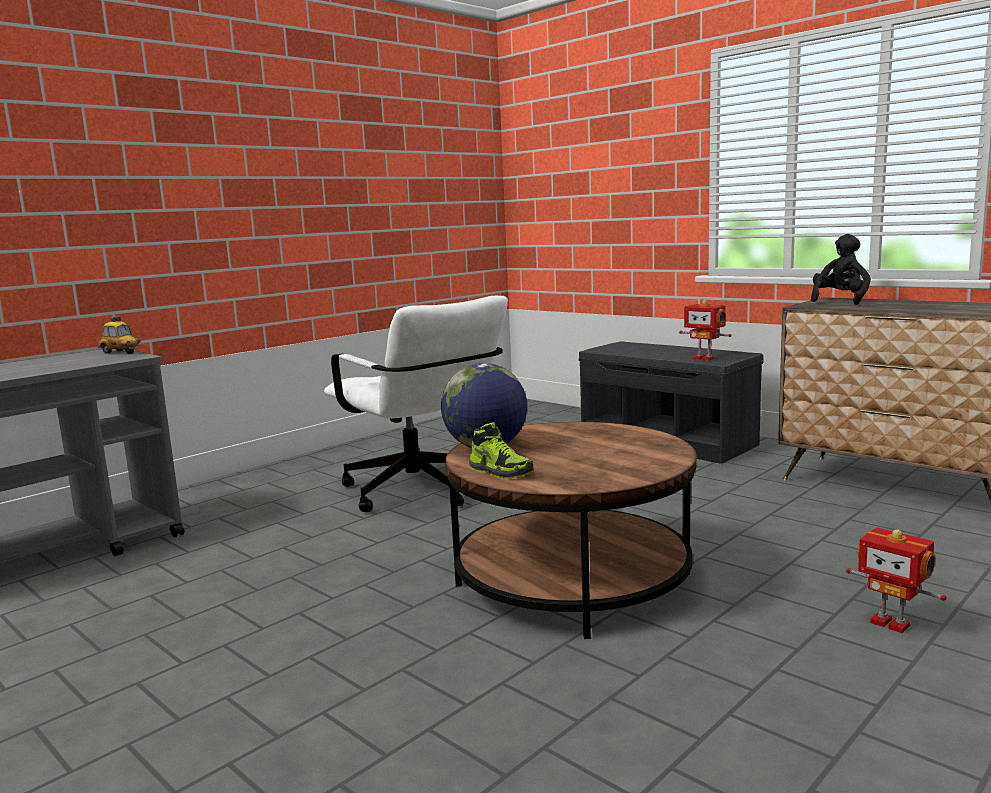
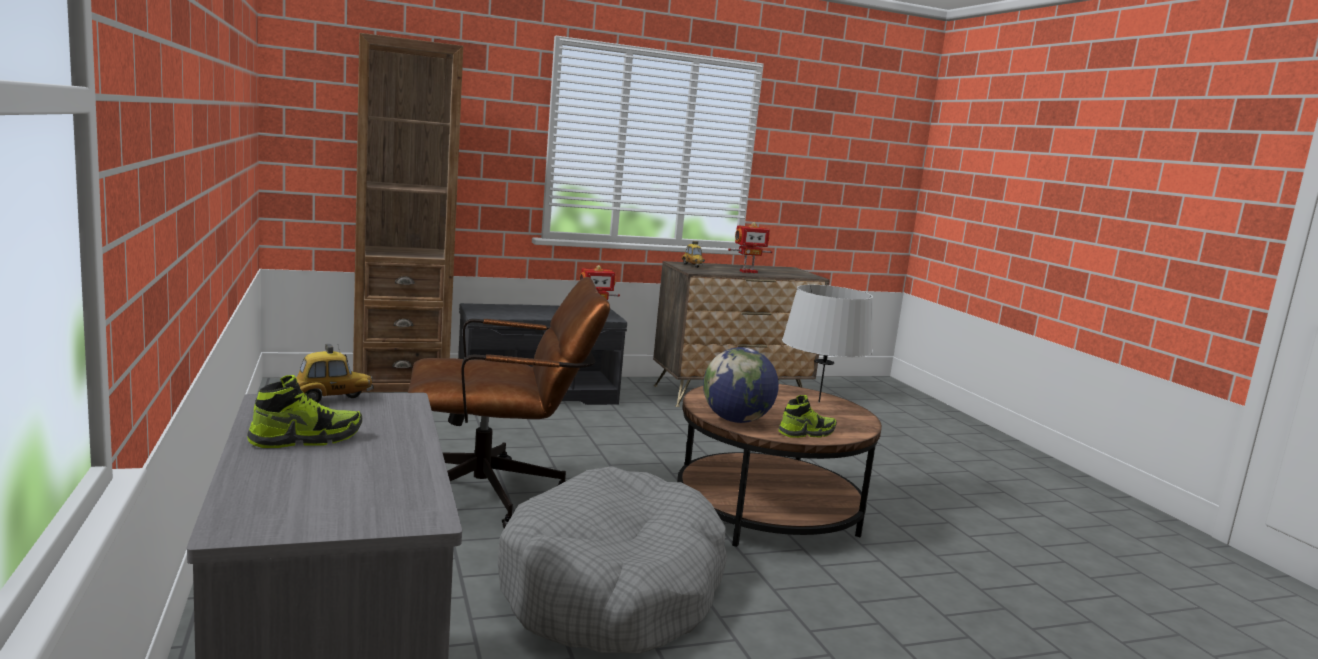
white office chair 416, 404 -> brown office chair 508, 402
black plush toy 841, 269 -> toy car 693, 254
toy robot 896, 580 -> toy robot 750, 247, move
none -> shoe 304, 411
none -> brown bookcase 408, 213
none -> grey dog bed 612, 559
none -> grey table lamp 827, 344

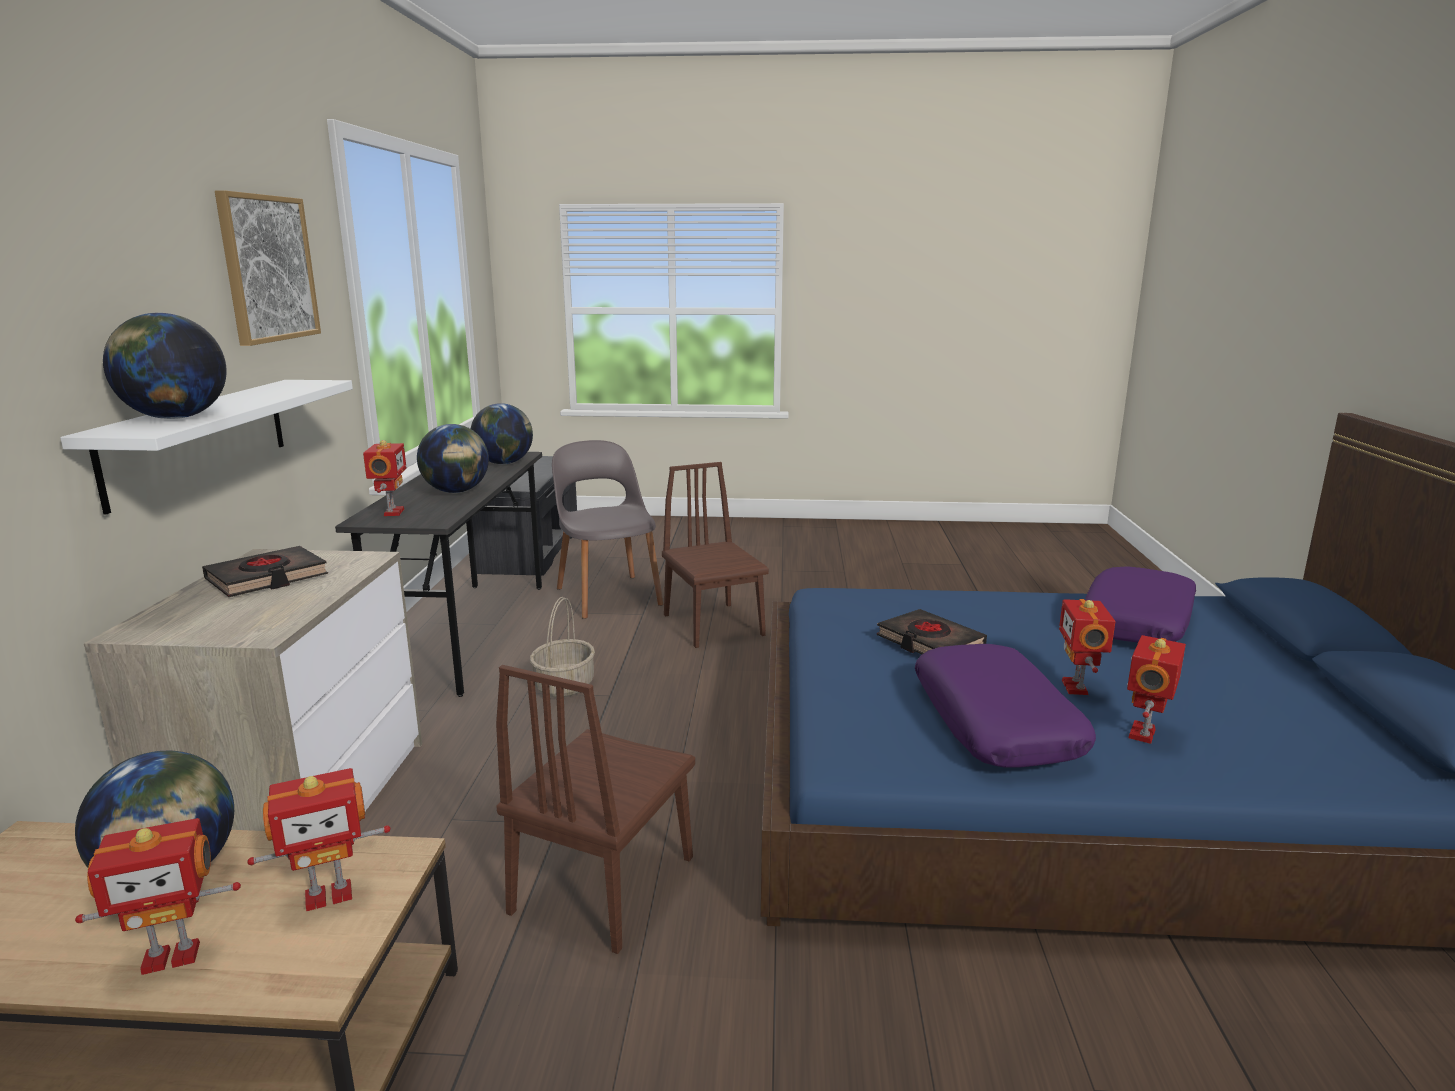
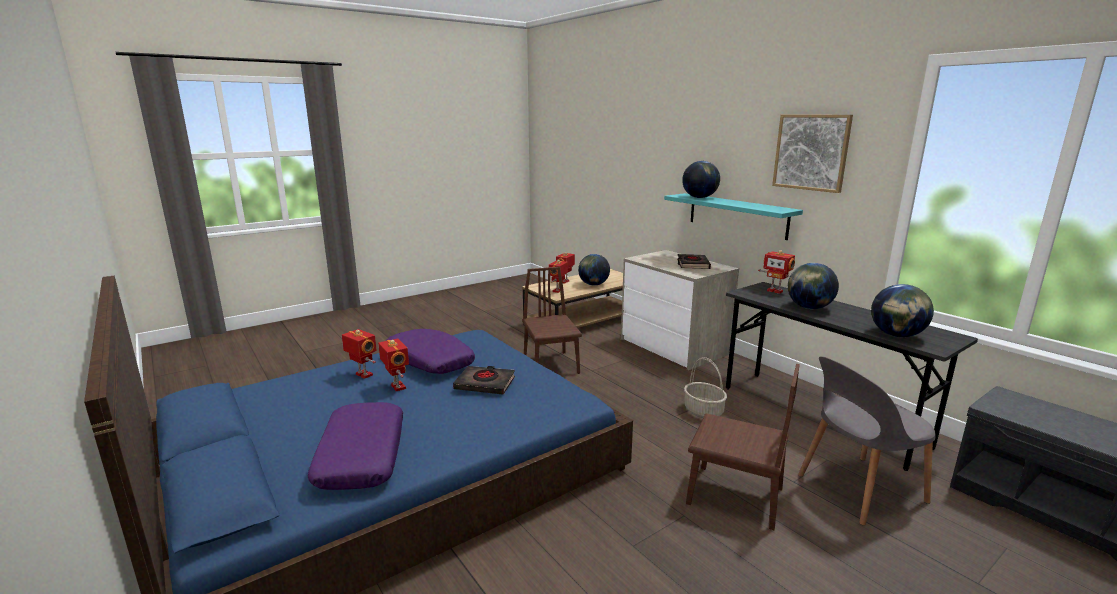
white shelf 206, 447 -> turquoise shelf 733, 216
grey chair 607, 529 -> grey chair 867, 440, 135 degrees clockwise
toy robot 1156, 689 -> toy robot 359, 354, 45 degrees counterclockwise

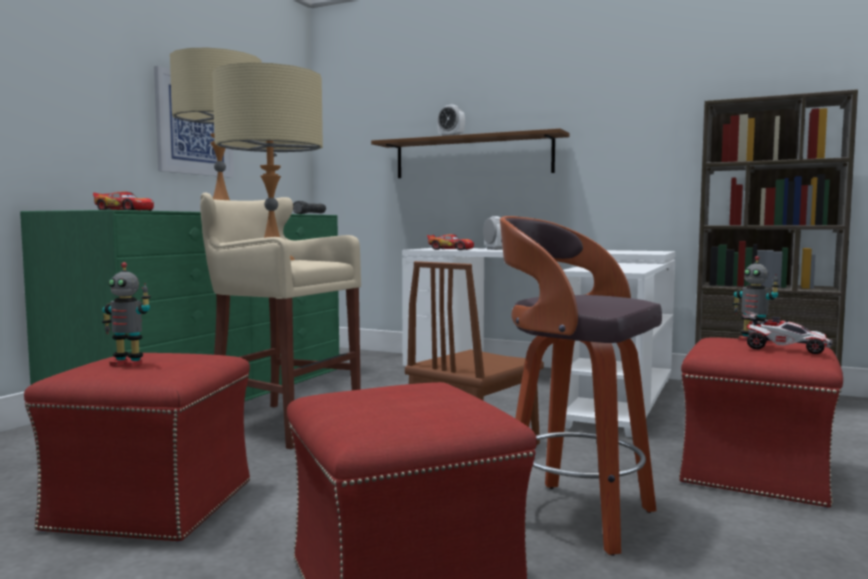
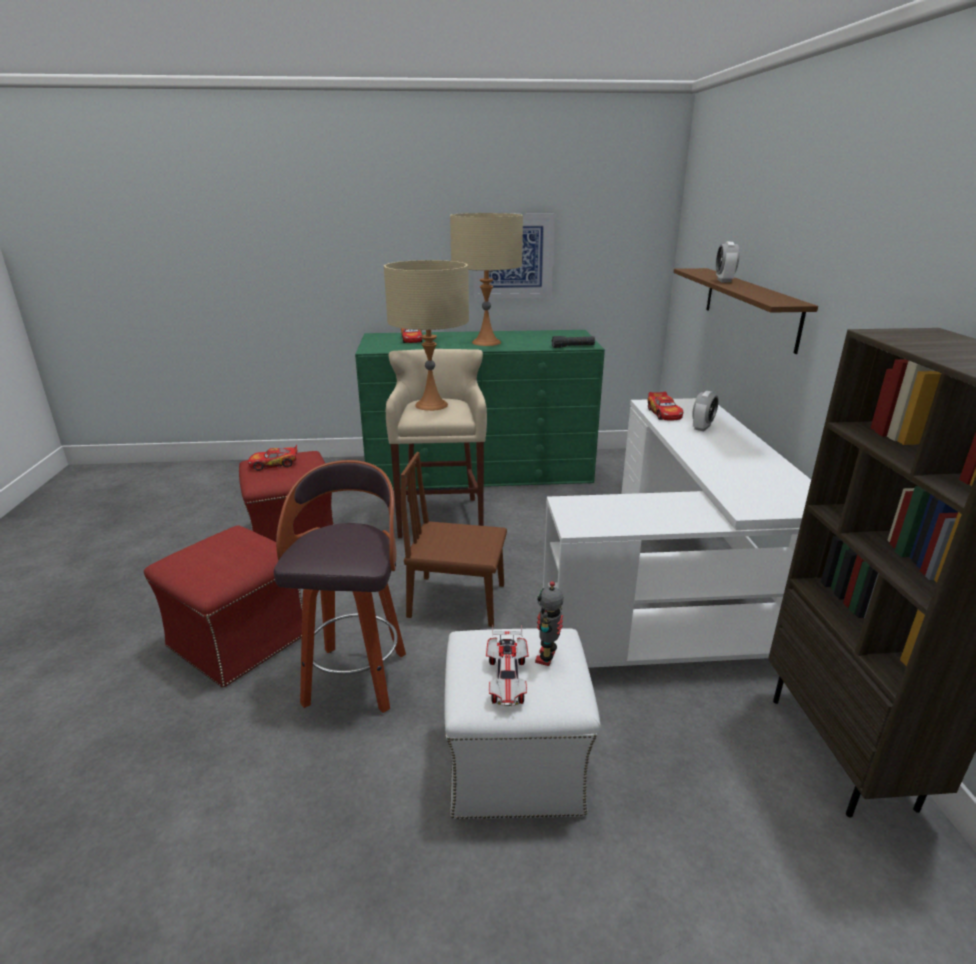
toy robot 126, 314 -> toy car 273, 458
red ottoman 761, 423 -> white ottoman 522, 723

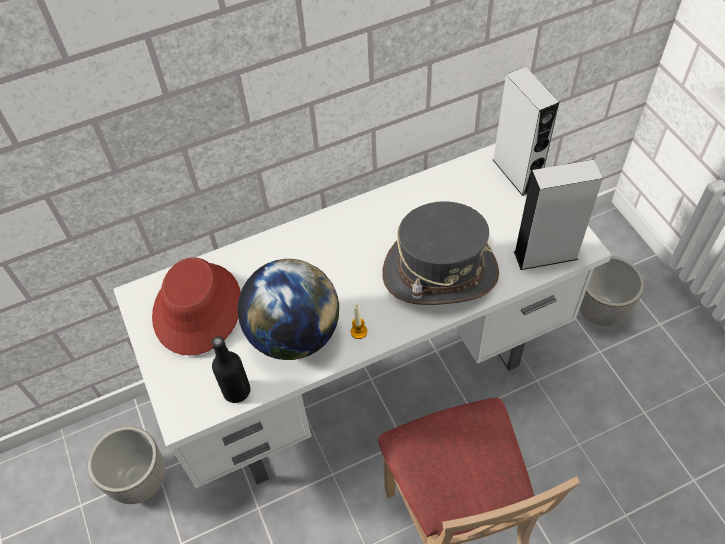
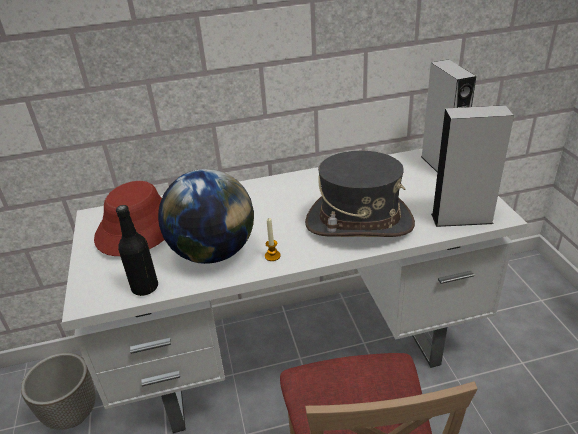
planter 611, 291 -> none

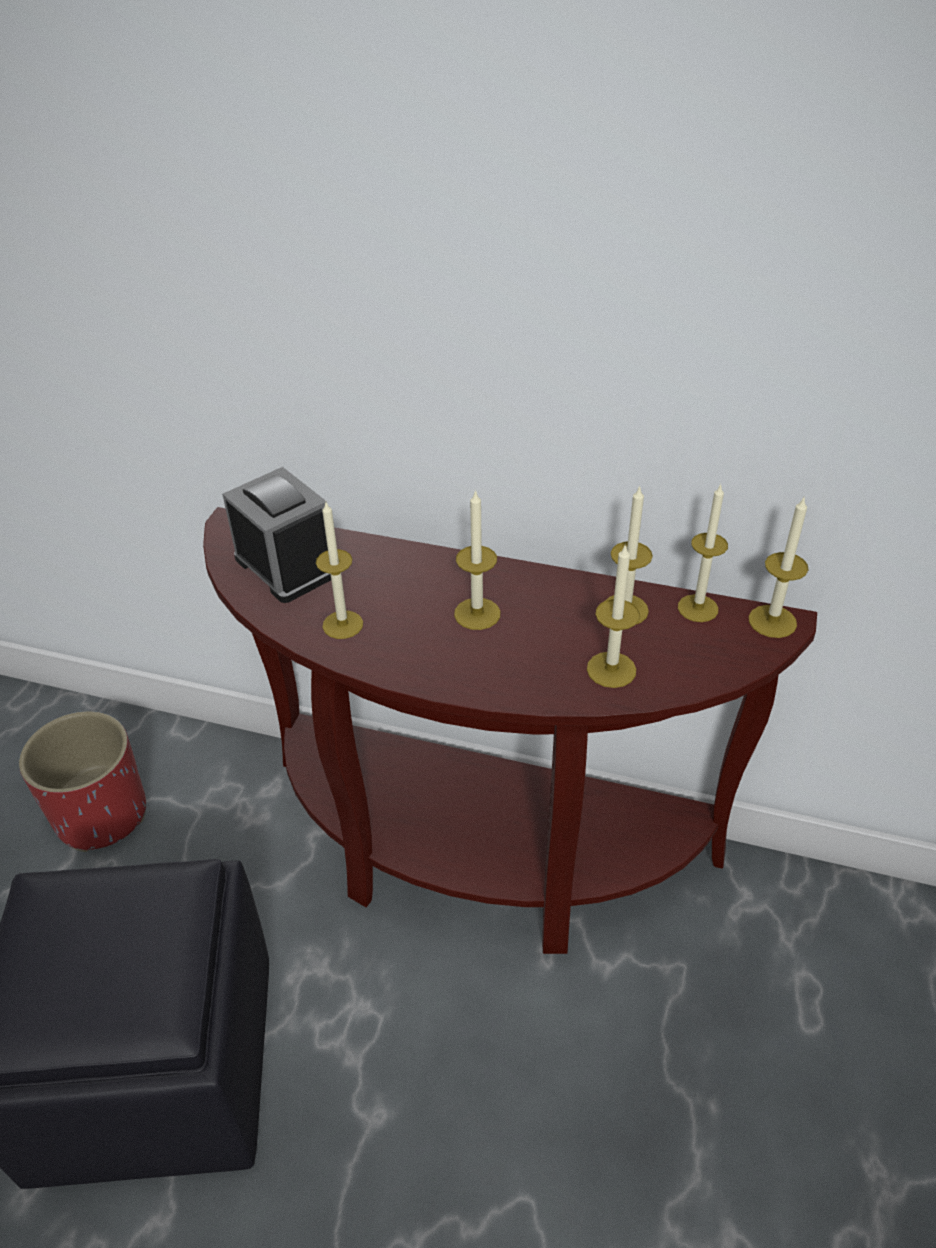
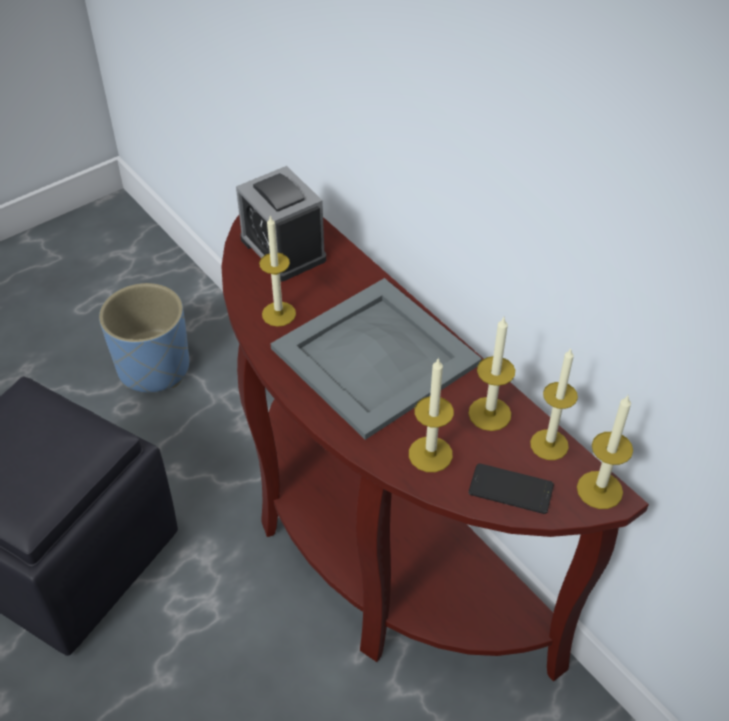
red planter 82, 781 -> blue planter 144, 337
alarm clock 276, 535 -> alarm clock 281, 224, 150 degrees clockwise
candle 477, 559 -> grey tray 376, 359
none -> phone 511, 489

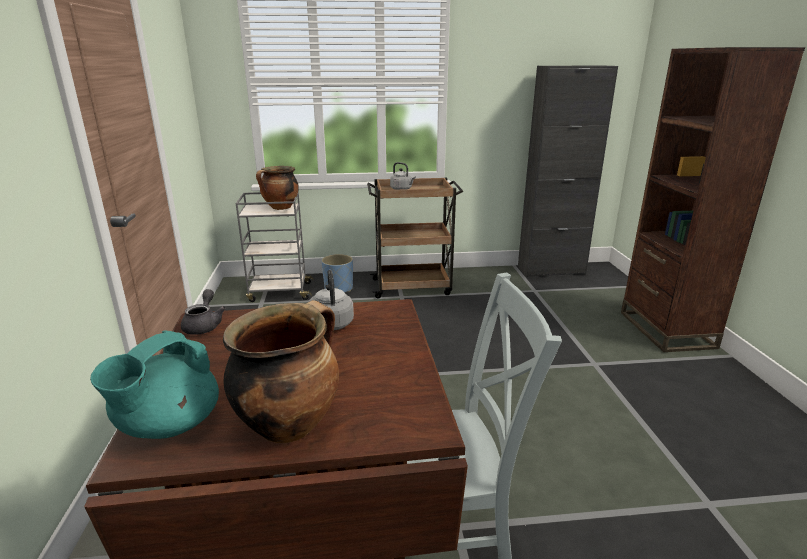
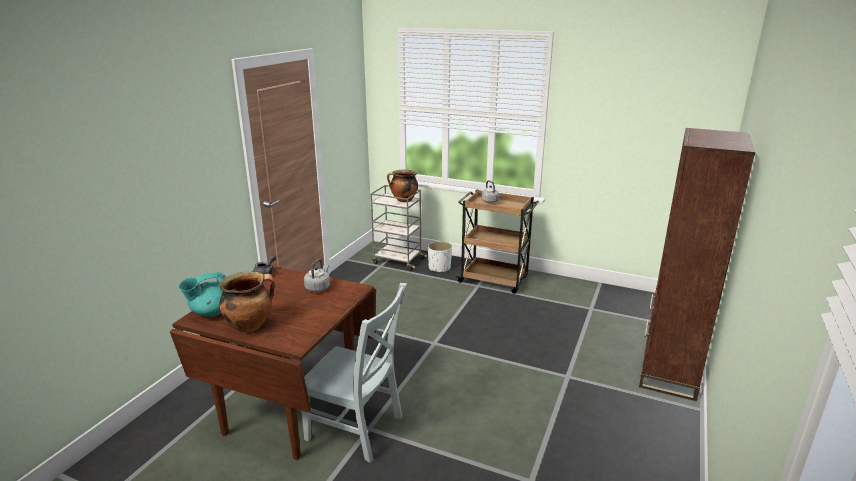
blue planter 337, 273 -> white planter 440, 257
black cabinet 568, 171 -> none

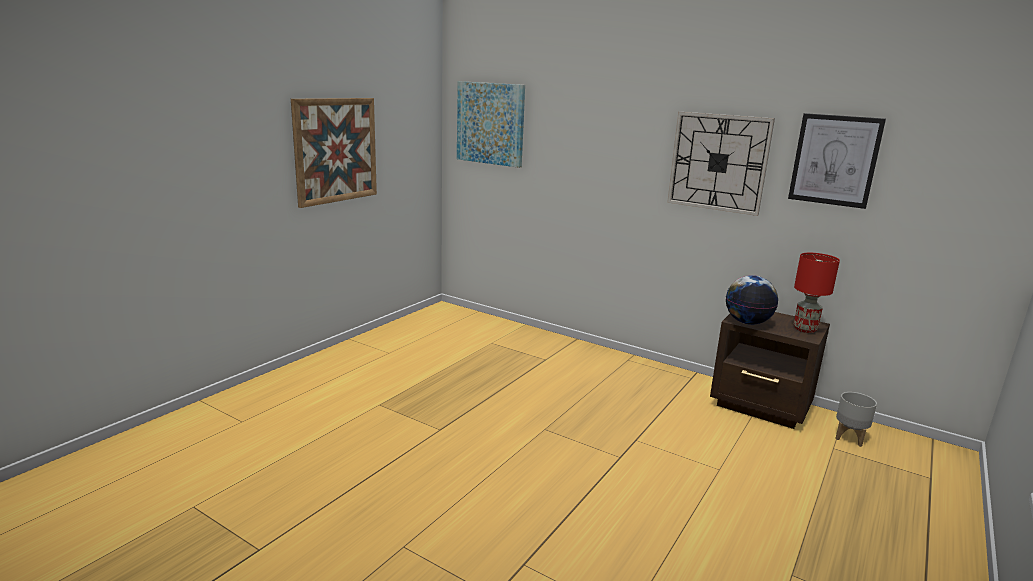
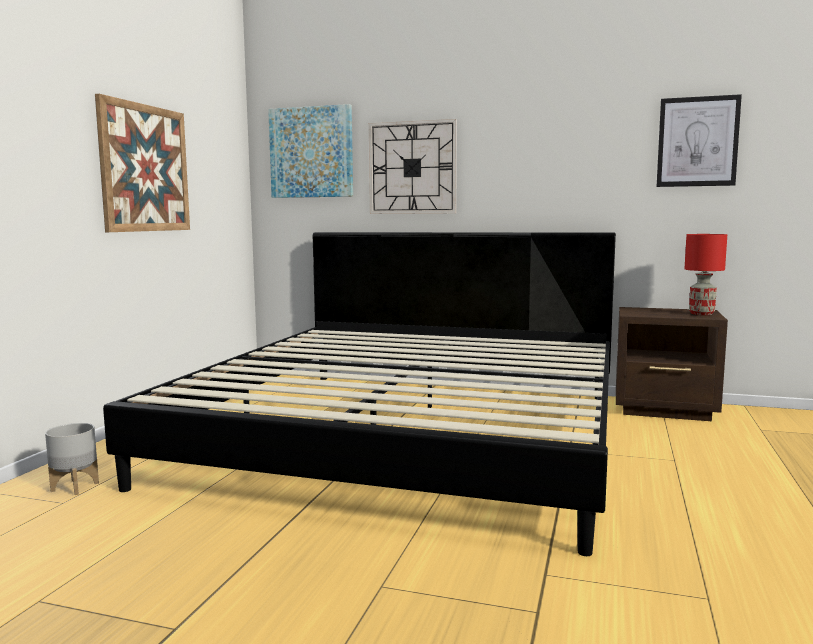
wall clock 721, 164 -> wall clock 413, 166, move
globe 752, 300 -> none
grey planter 856, 419 -> grey planter 72, 459, move
none -> bed 359, 394

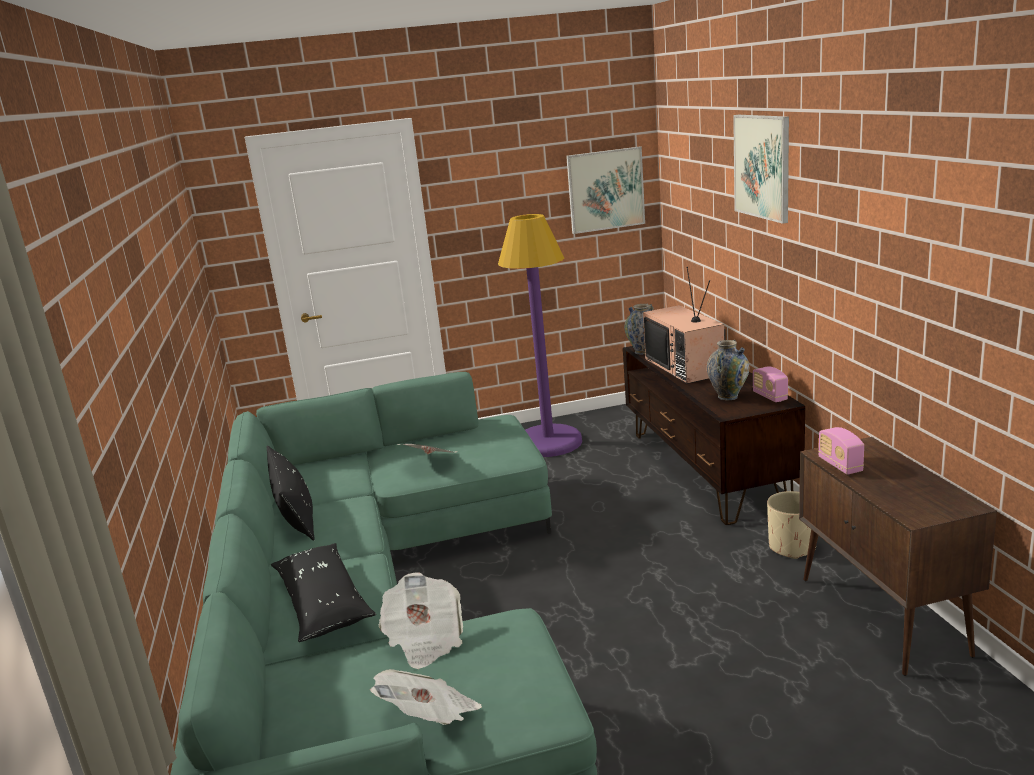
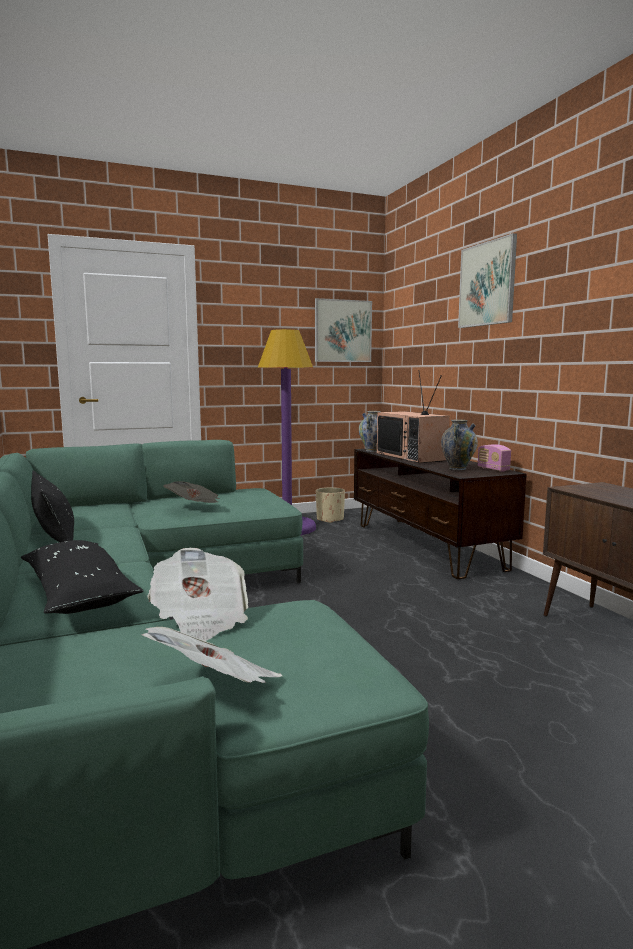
beige planter 791, 525 -> beige planter 330, 505, move
radio 841, 451 -> none

